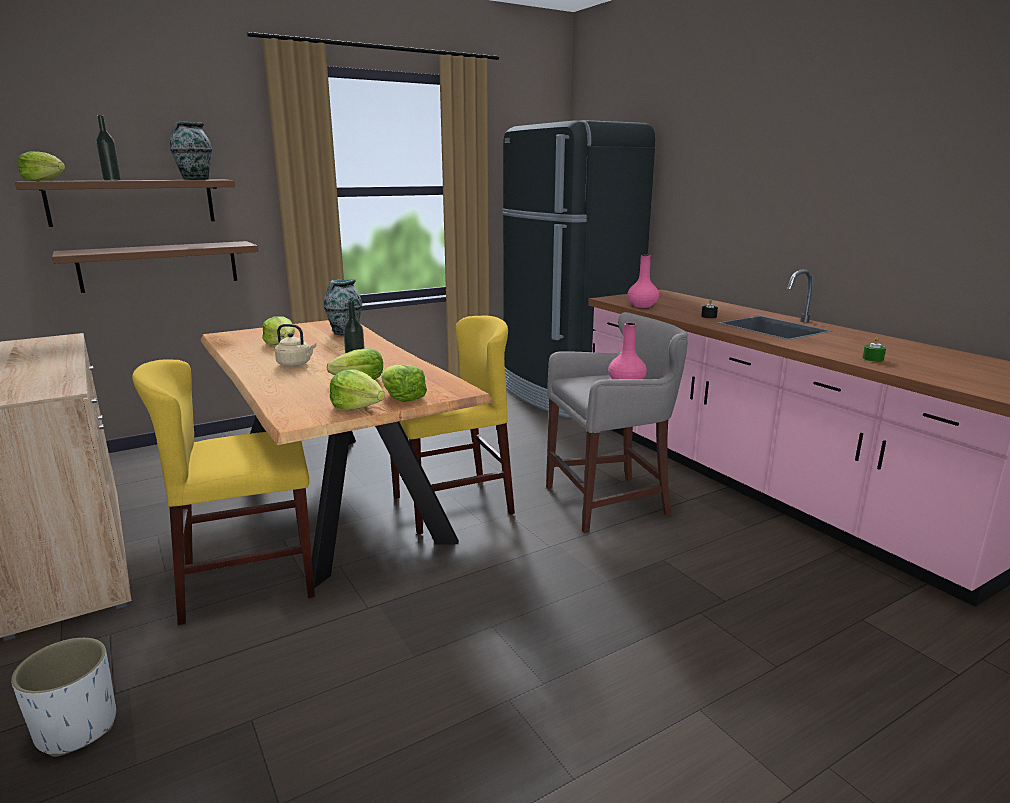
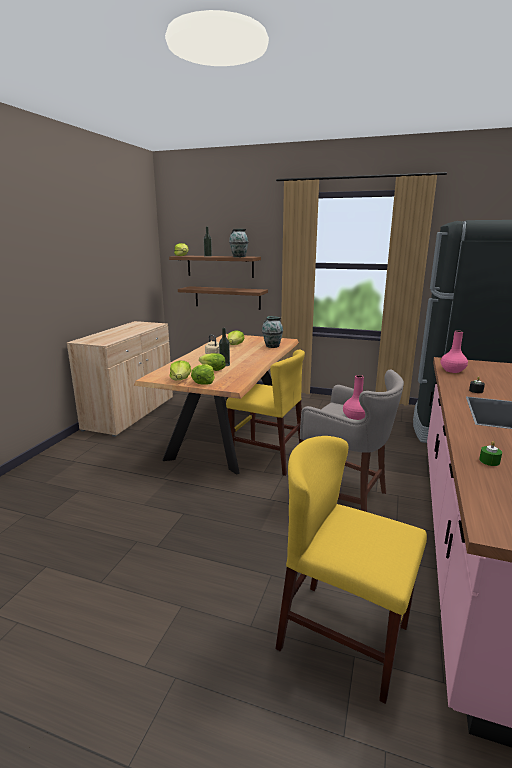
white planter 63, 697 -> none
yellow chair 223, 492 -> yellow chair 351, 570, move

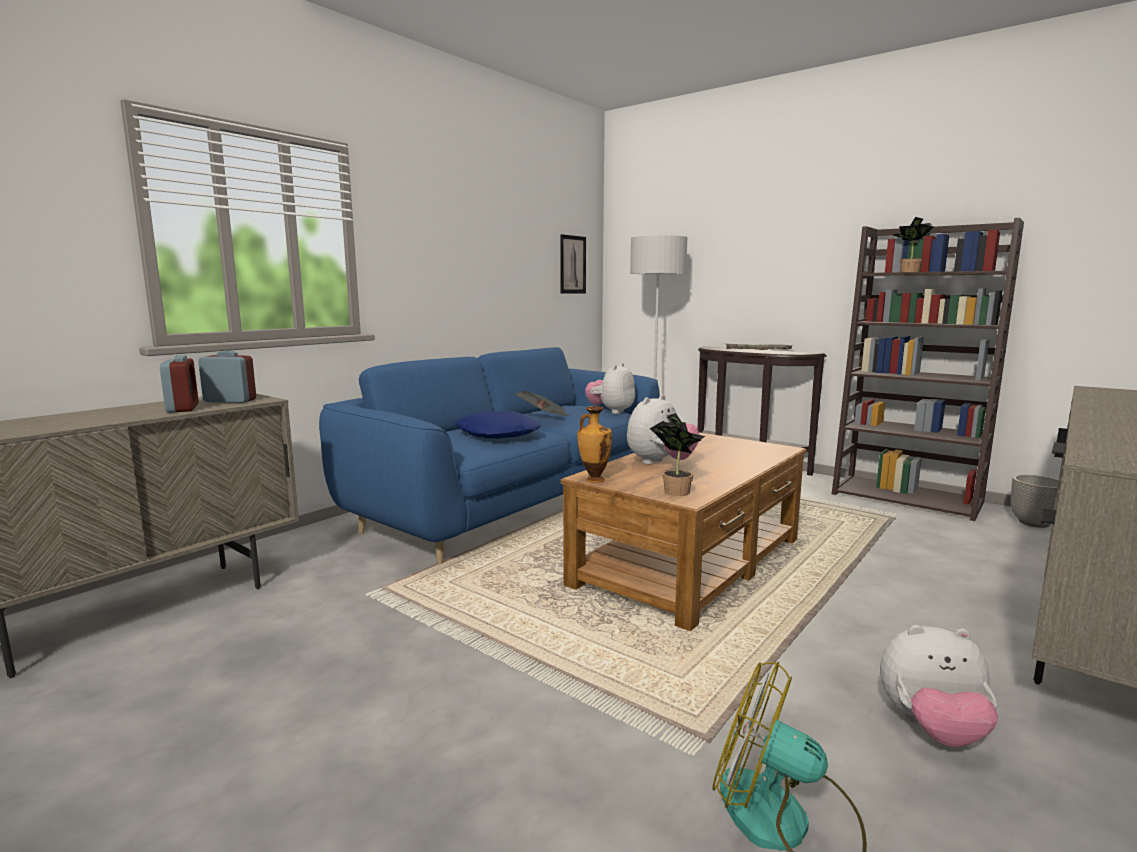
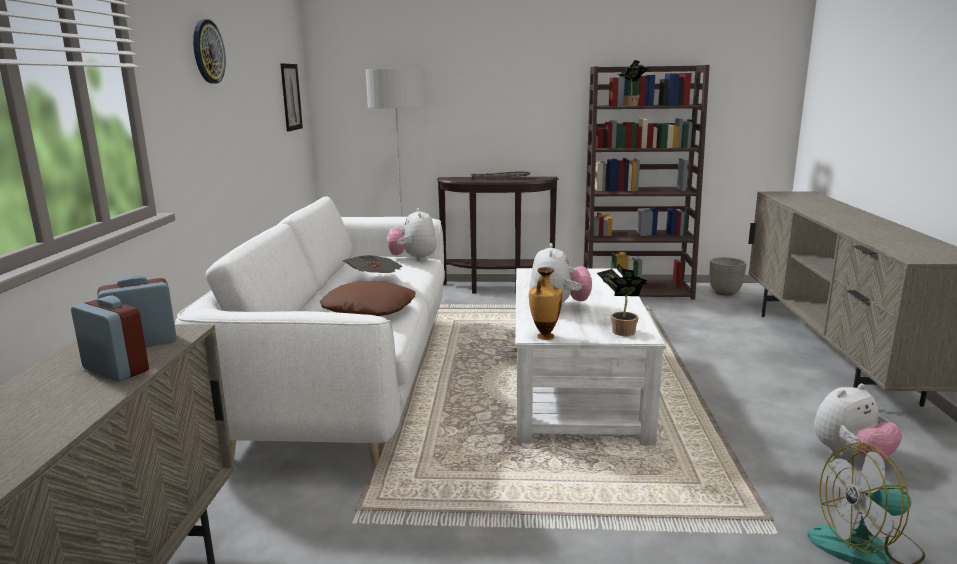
blue sofa 489, 455 -> white sofa 310, 330
blue pillow 498, 424 -> brown pillow 367, 298
brown coffee table 683, 531 -> white coffee table 590, 357
none -> wall clock 209, 51

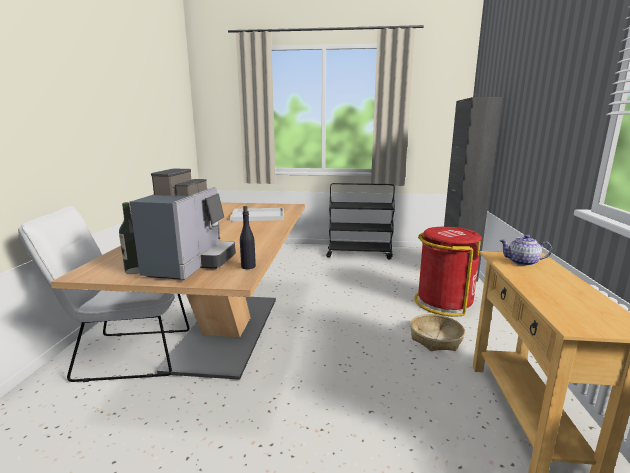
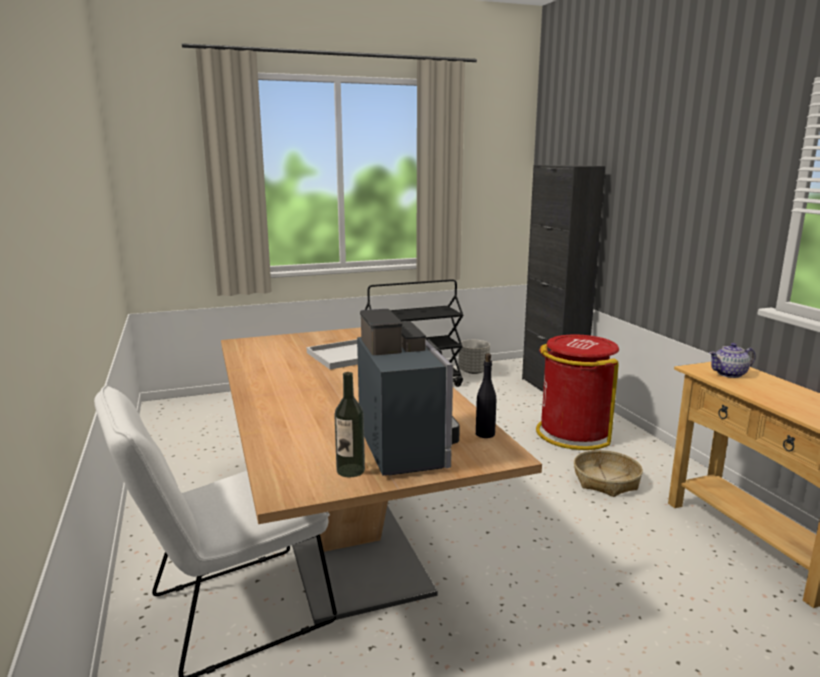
none -> grey planter 474, 357

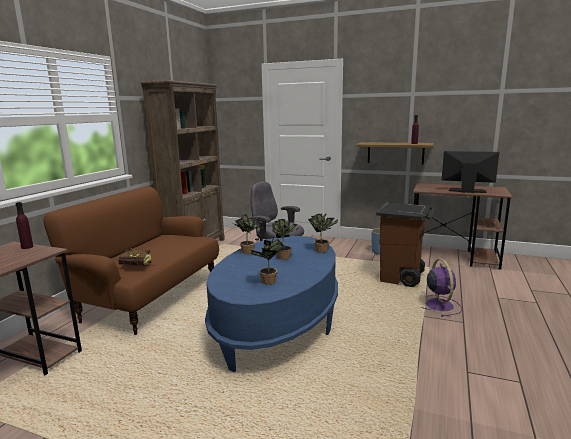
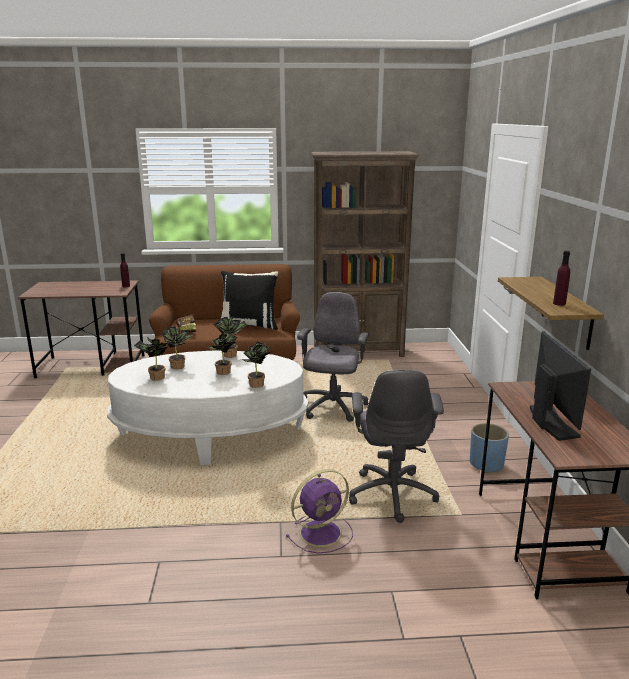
blue coffee table 271, 304 -> white coffee table 207, 408
brown trash can 405, 244 -> grey office chair 396, 446
none -> potted plant 177, 347
none -> black pillow 249, 300

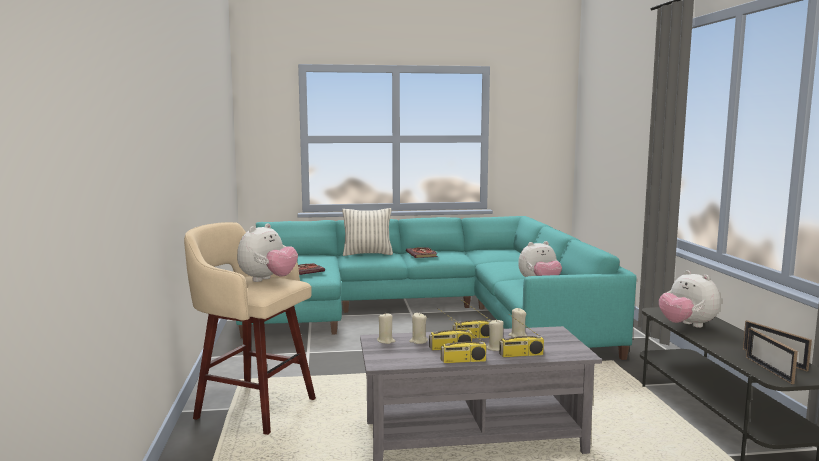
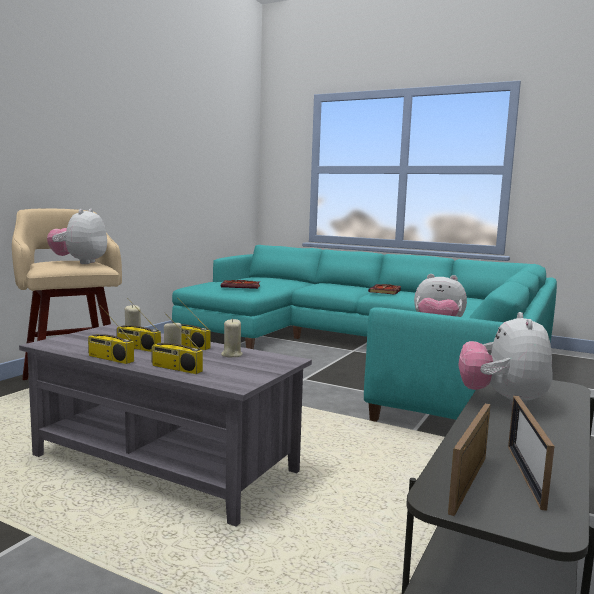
plush toy 267, 252 -> plush toy 77, 236, 120 degrees clockwise
pillow 367, 232 -> none
beige candle 386, 328 -> none

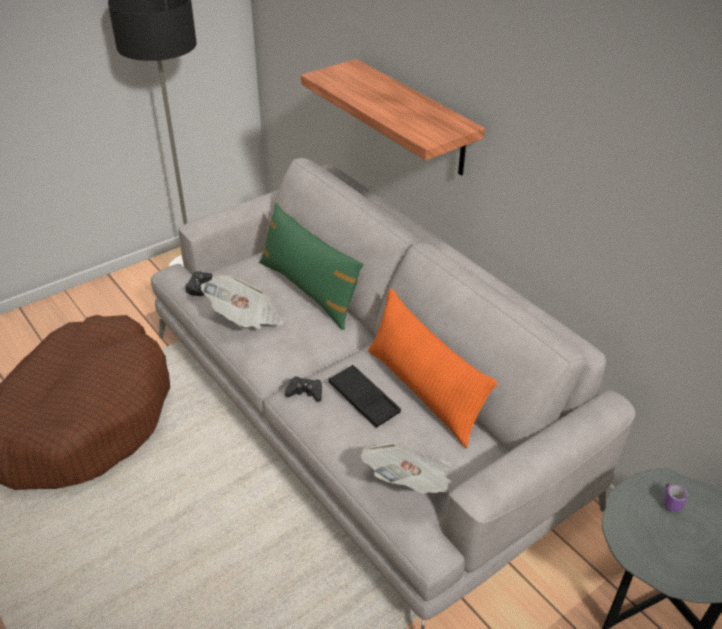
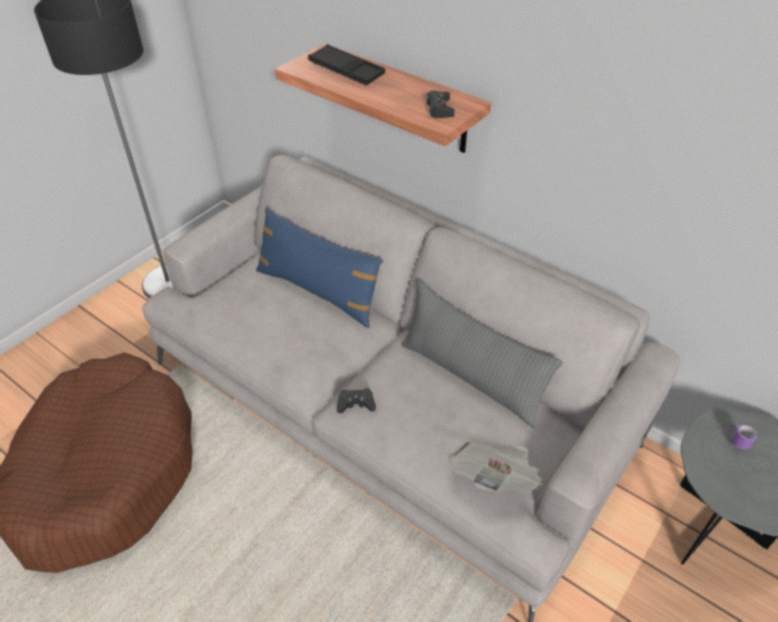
black game controller 199, 283 -> black game controller 440, 104, move
newspaper 242, 302 -> none
green pillow 311, 266 -> blue pillow 319, 268
black tray 364, 396 -> black tray 346, 64, move
orange pillow 432, 368 -> grey pillow 482, 354

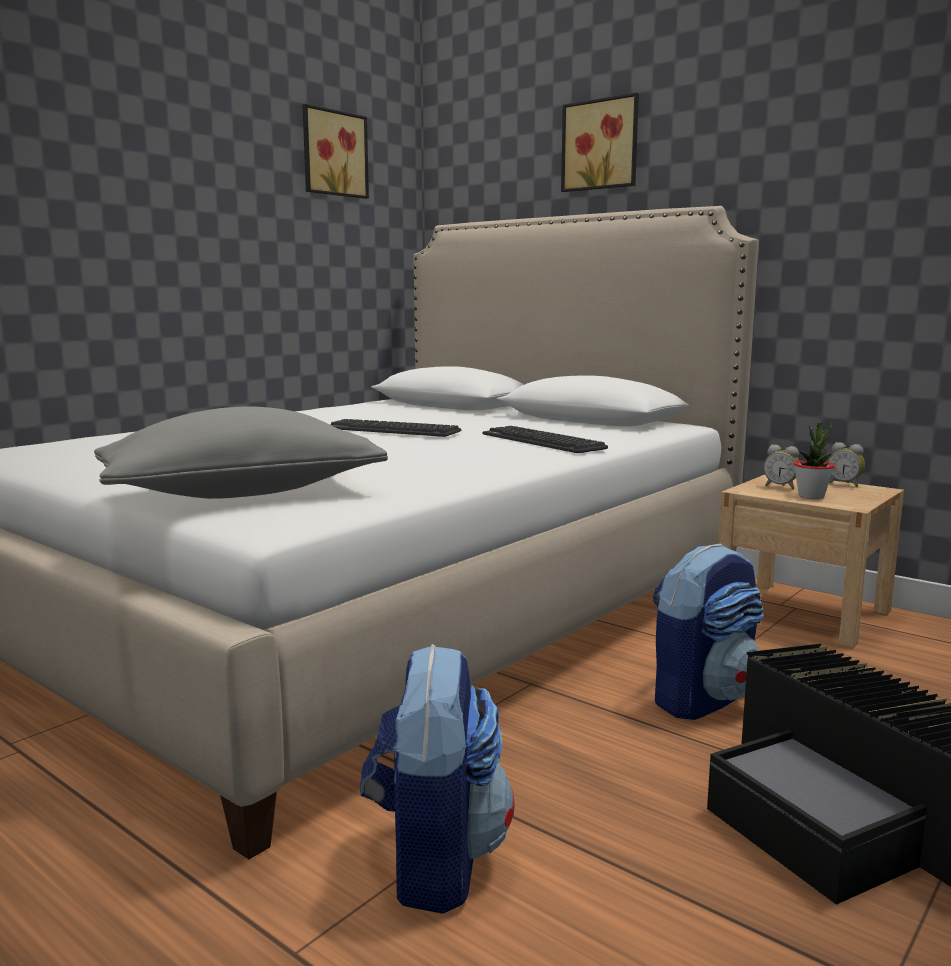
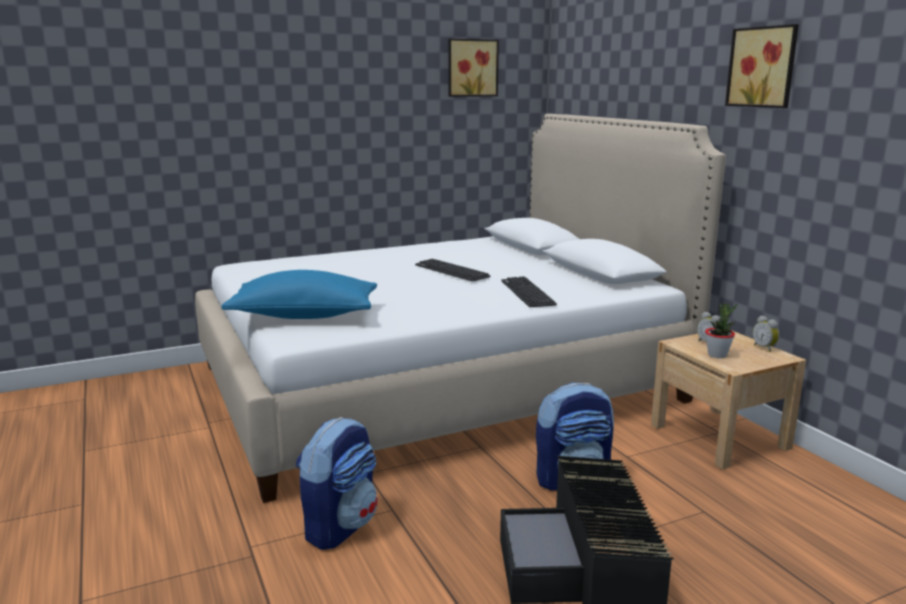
grey pillow 241, 452 -> blue pillow 299, 294
picture 600, 142 -> picture 762, 66, move

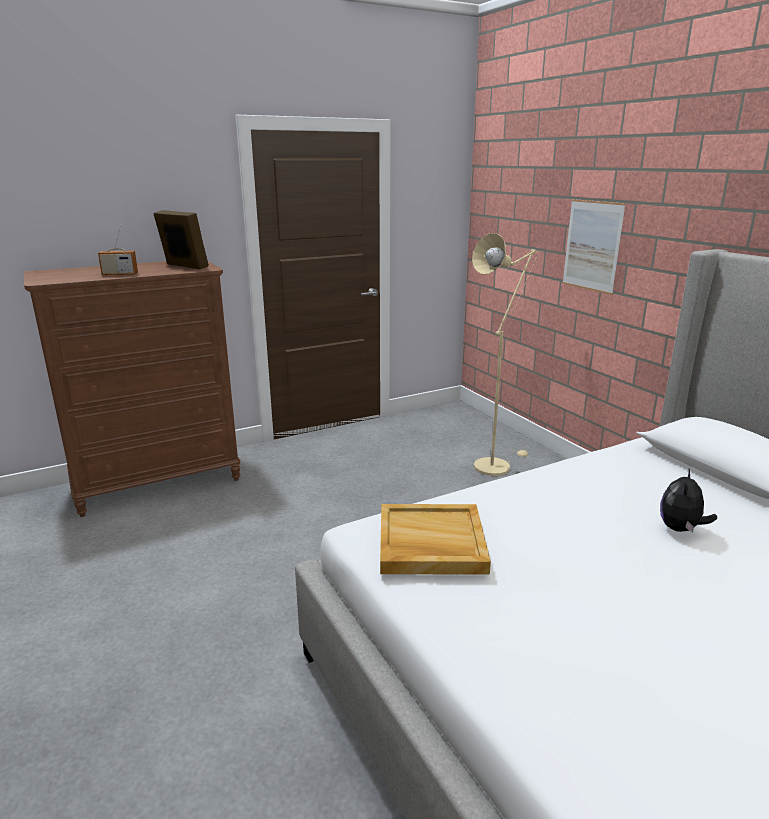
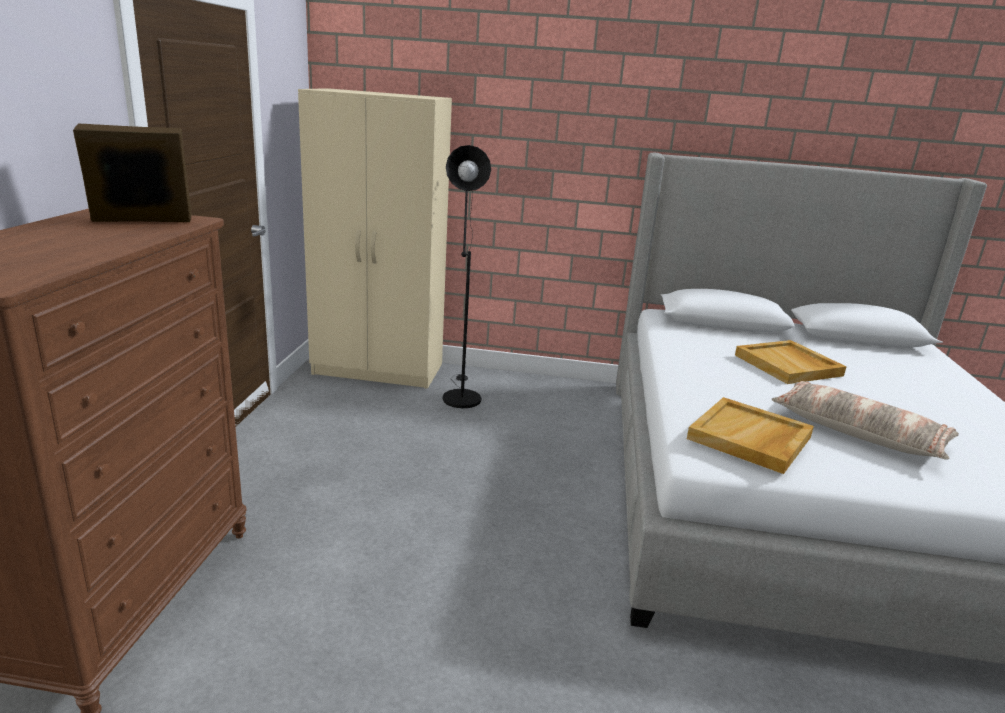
radio 118, 250 -> none
beige floor lamp 505, 354 -> black floor lamp 467, 276
picture 594, 247 -> none
plush toy 688, 501 -> beige tray 791, 362
none -> beige wardrobe 375, 238
none -> pillow 865, 420

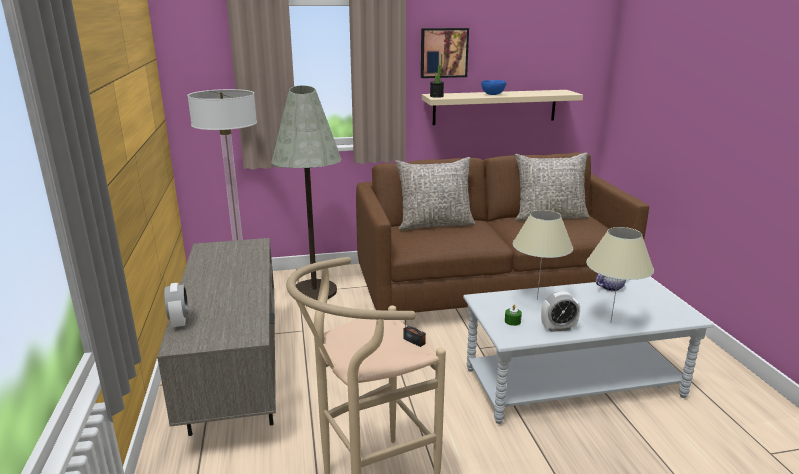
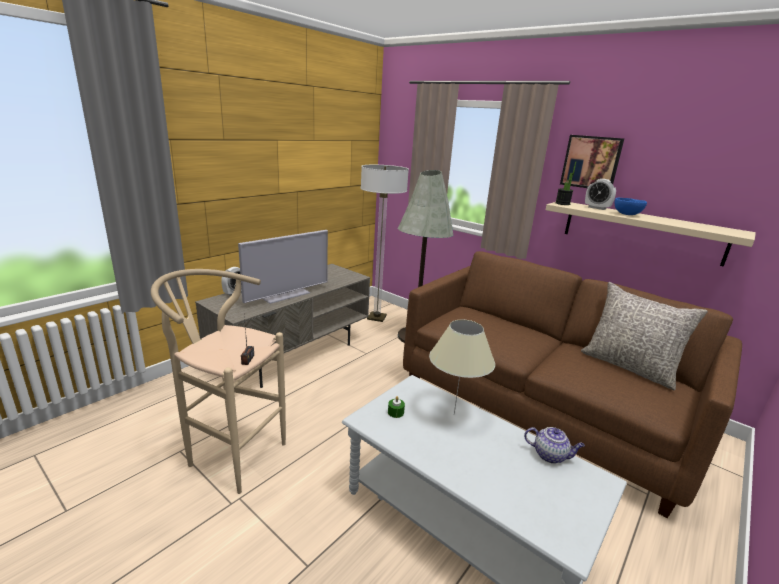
grey pillow 435, 193 -> none
alarm clock 560, 311 -> alarm clock 600, 194, move
beige table lamp 620, 274 -> none
none -> television 283, 267

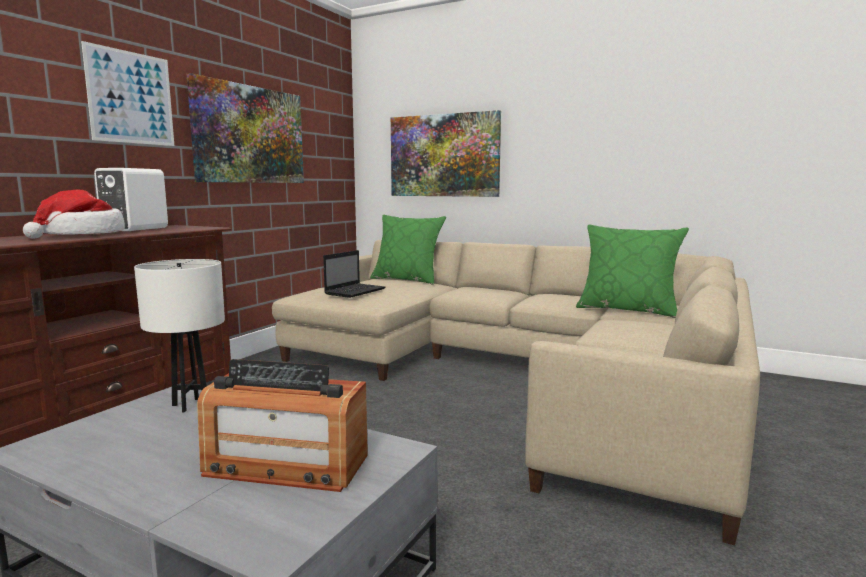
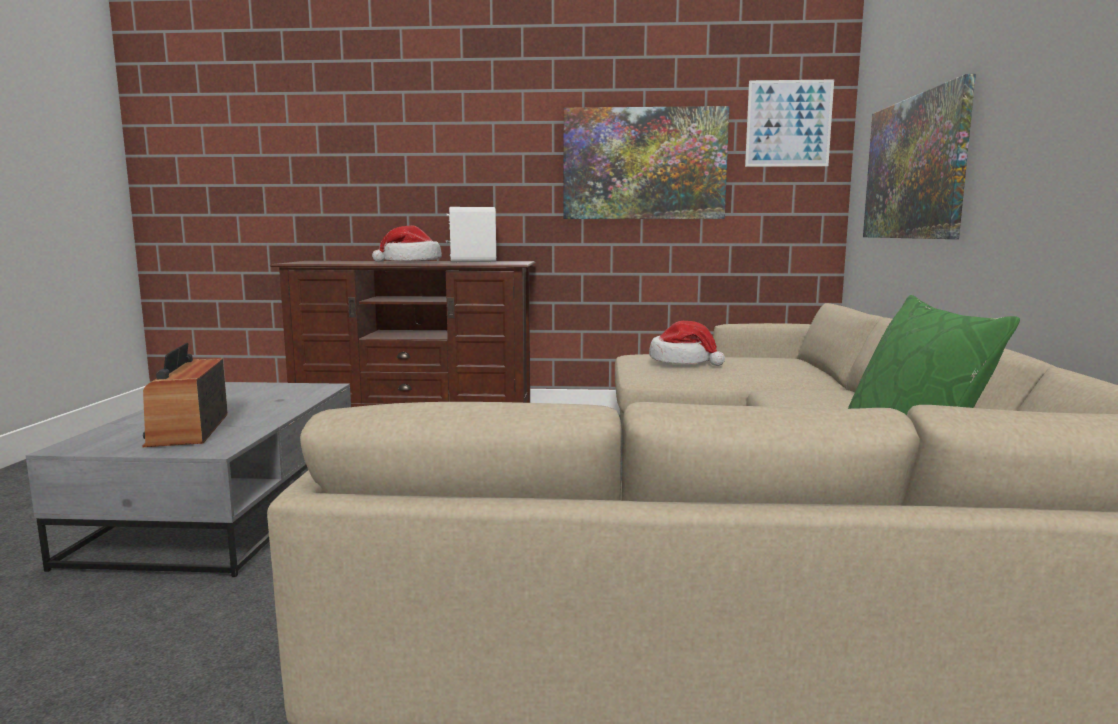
picture 127, 93 -> picture 789, 123, move
white table lamp 179, 336 -> none
laptop 354, 274 -> hat 687, 343
green pillow 408, 250 -> none

